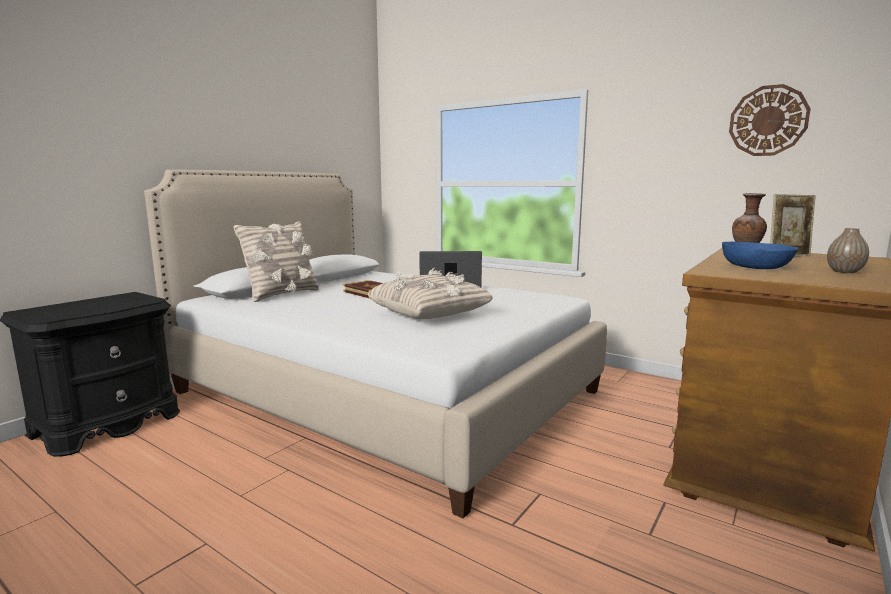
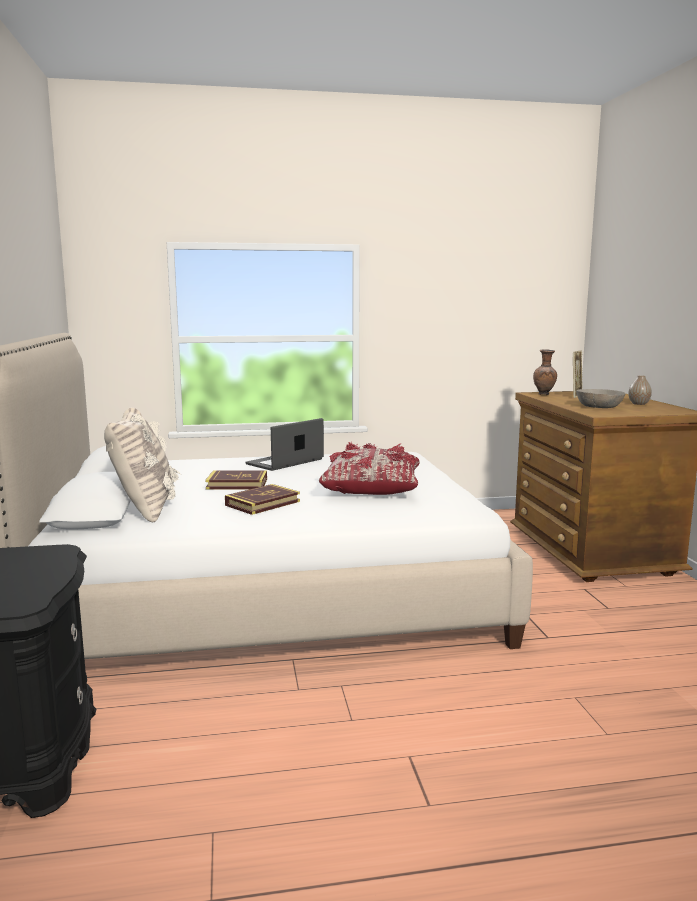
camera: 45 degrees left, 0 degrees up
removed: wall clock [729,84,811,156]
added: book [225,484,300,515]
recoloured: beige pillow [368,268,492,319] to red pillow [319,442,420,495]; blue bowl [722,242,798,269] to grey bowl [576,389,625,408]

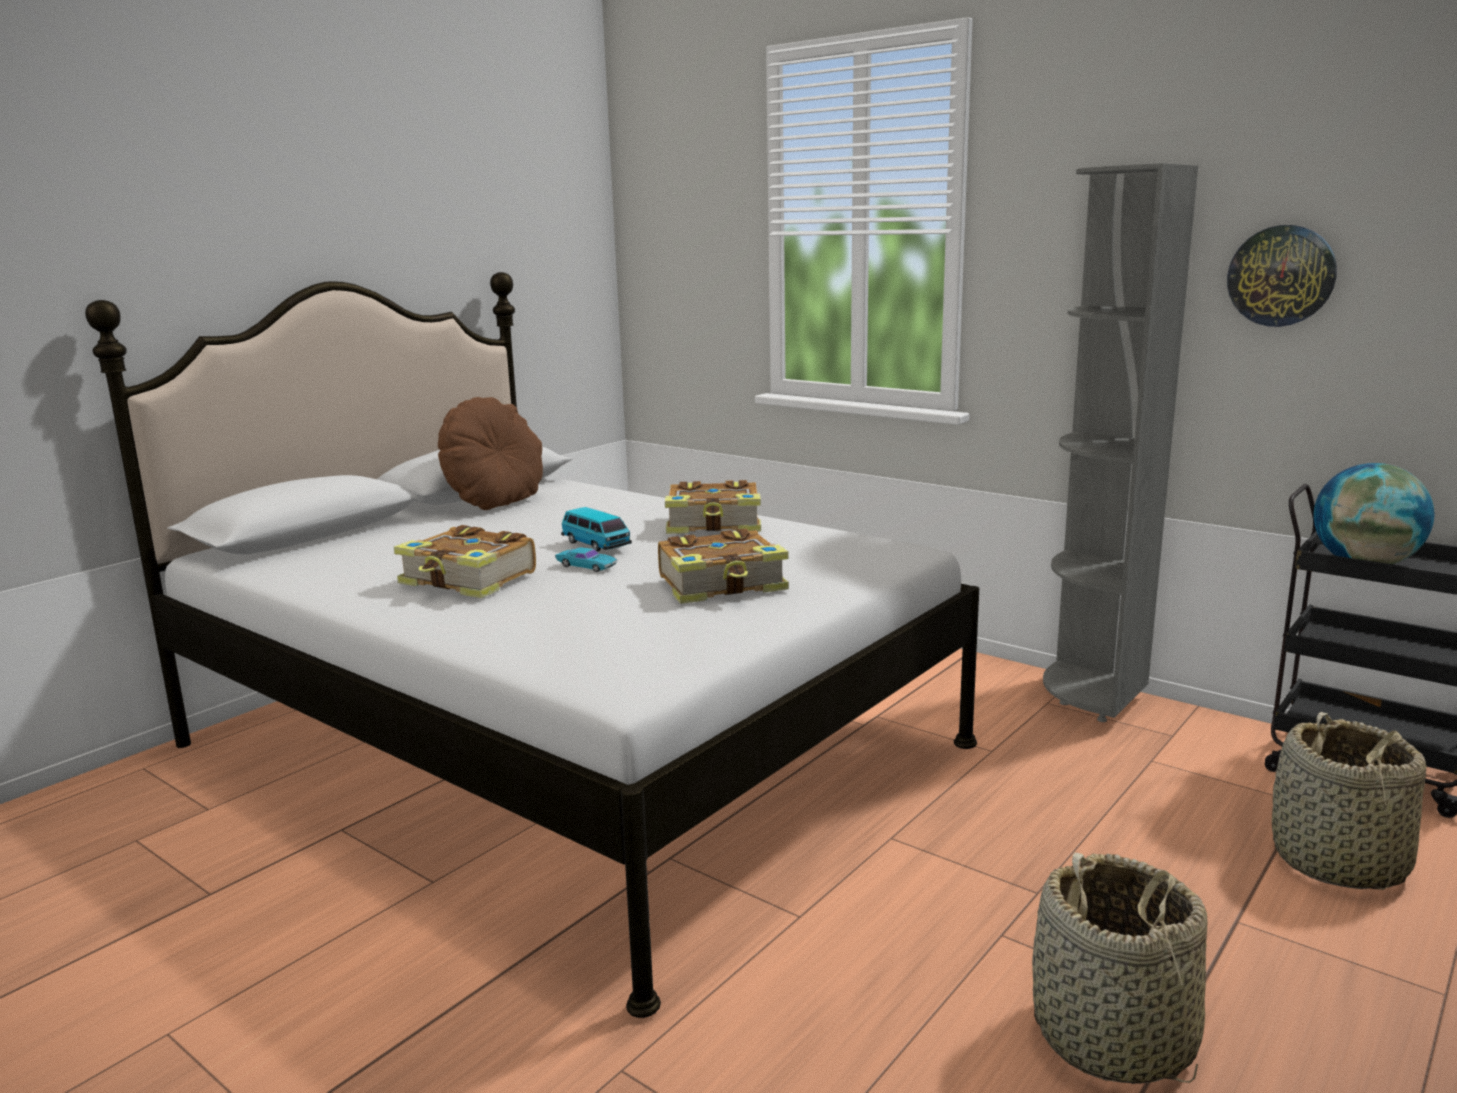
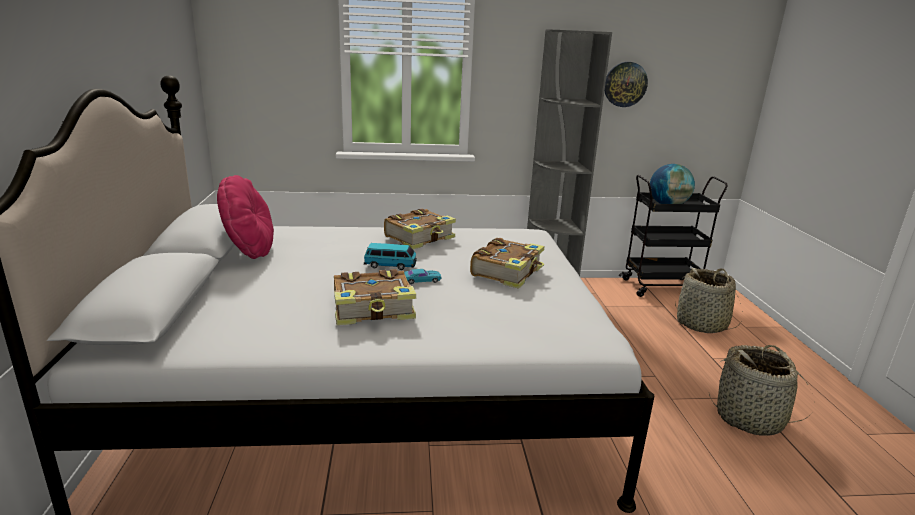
camera: 45 degrees left, 5 degrees up
recoloured: brown pillow [438,397,543,510] to pink pillow [217,175,274,259]

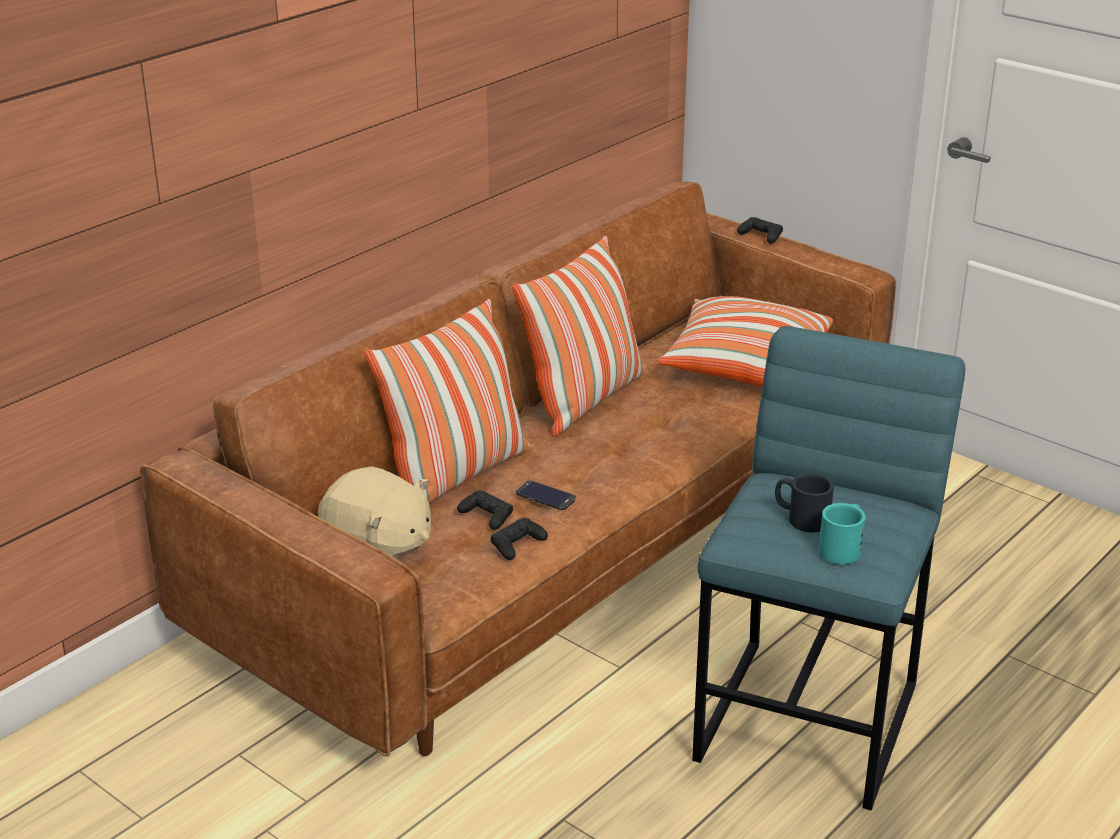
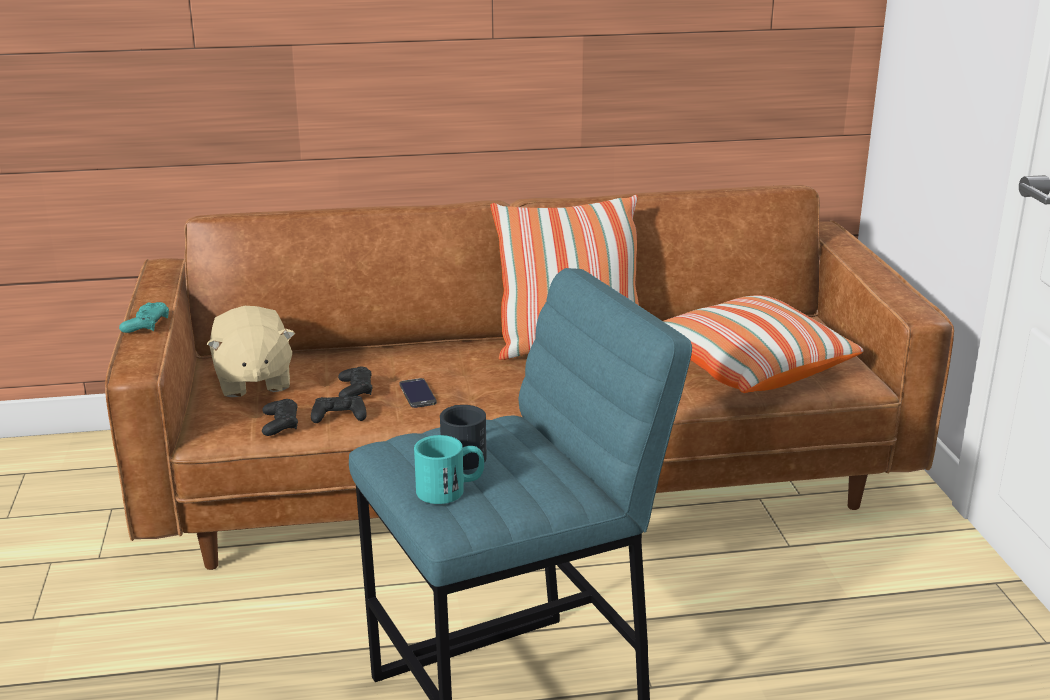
camera: 40 degrees right, 5 degrees down
removed: pillow [364,299,530,503]
added: turquoise game controller [119,302,169,333]
moved: black game controller [737,217,783,244] to [262,399,298,436]

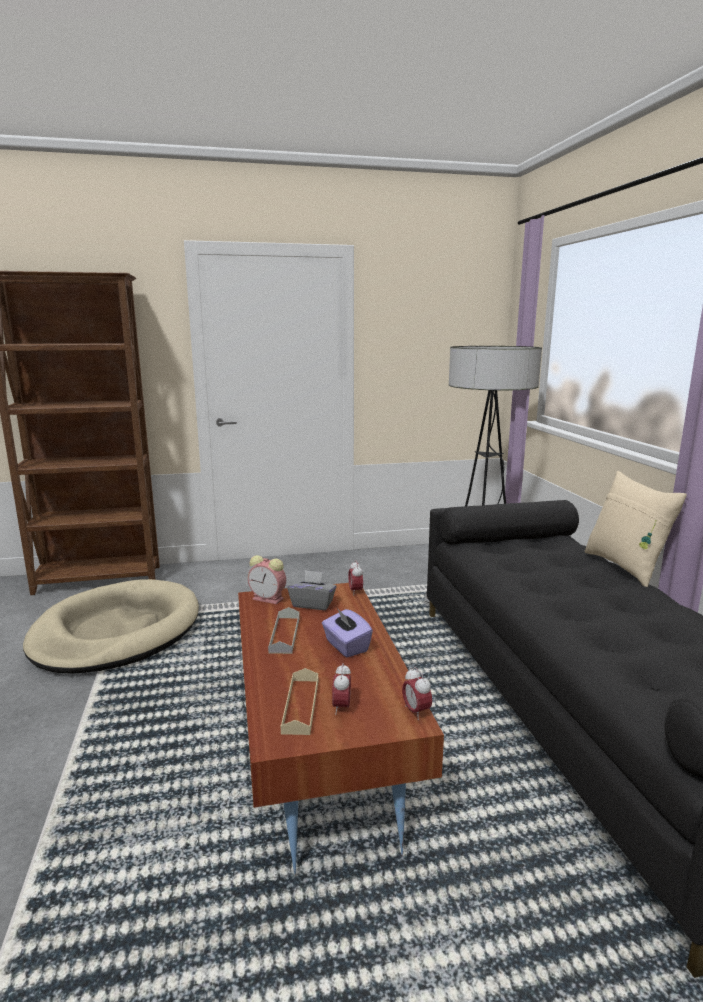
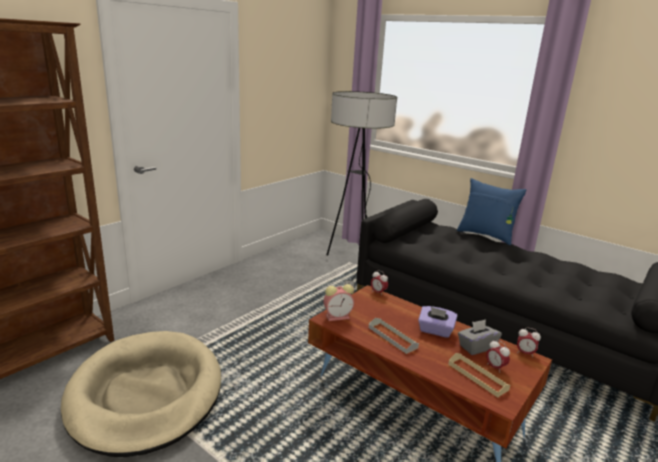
camera: 40 degrees left, 5 degrees up
moved: grey tissue box [287,570,337,610] to [458,319,502,355]
recoloured: beige pillow [585,471,687,587] to blue pillow [457,178,527,245]

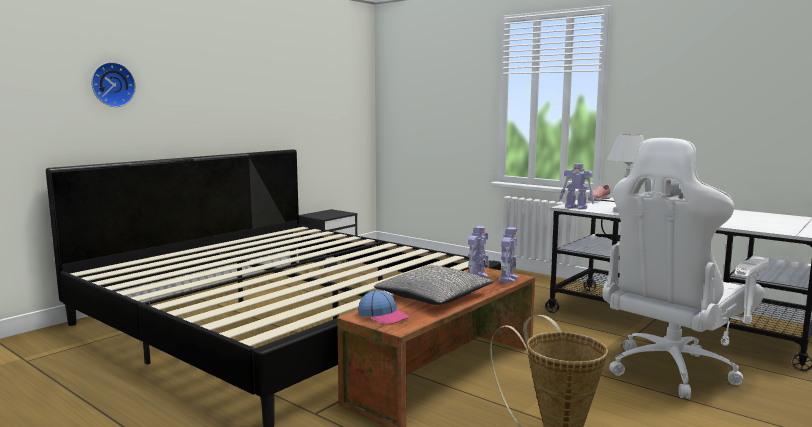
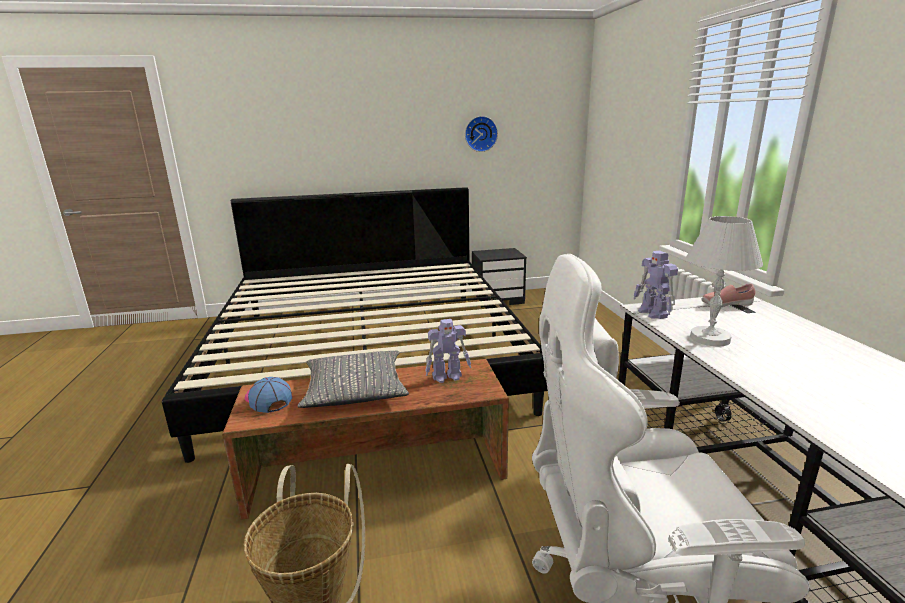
camera: 40 degrees right, 10 degrees up
removed: toy robot [498,227,518,283]
moved: wall clock [91,62,136,107] to [465,116,498,152]
turned: cap [358,290,409,324] = [244,377,292,413] 150 degrees clockwise

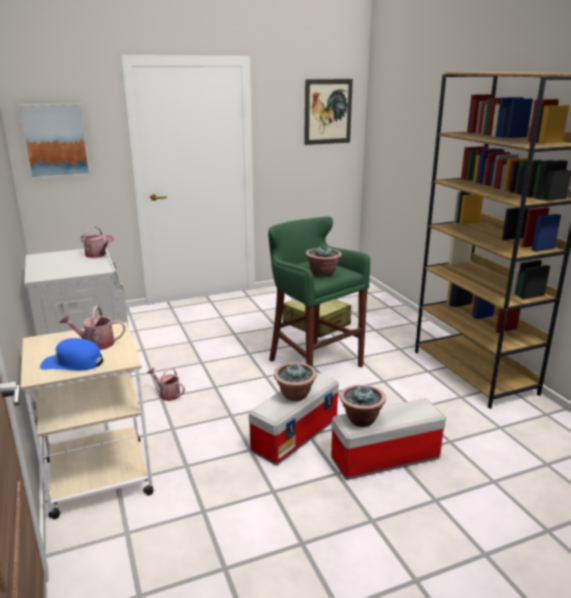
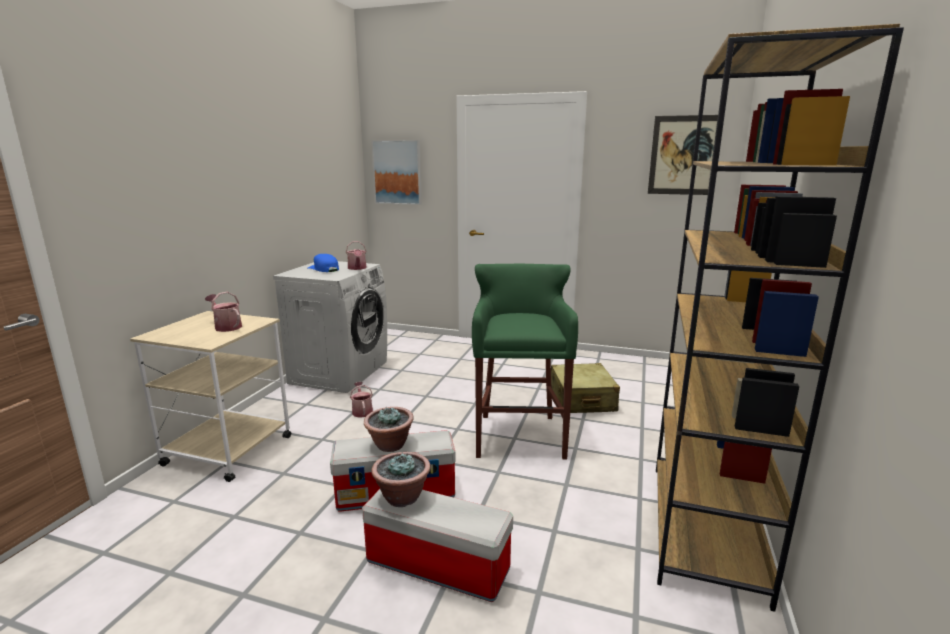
camera: 40 degrees right, 5 degrees down
removed: potted plant [305,246,342,277]
moved: blue cap [40,338,103,370] to [308,254,339,272]

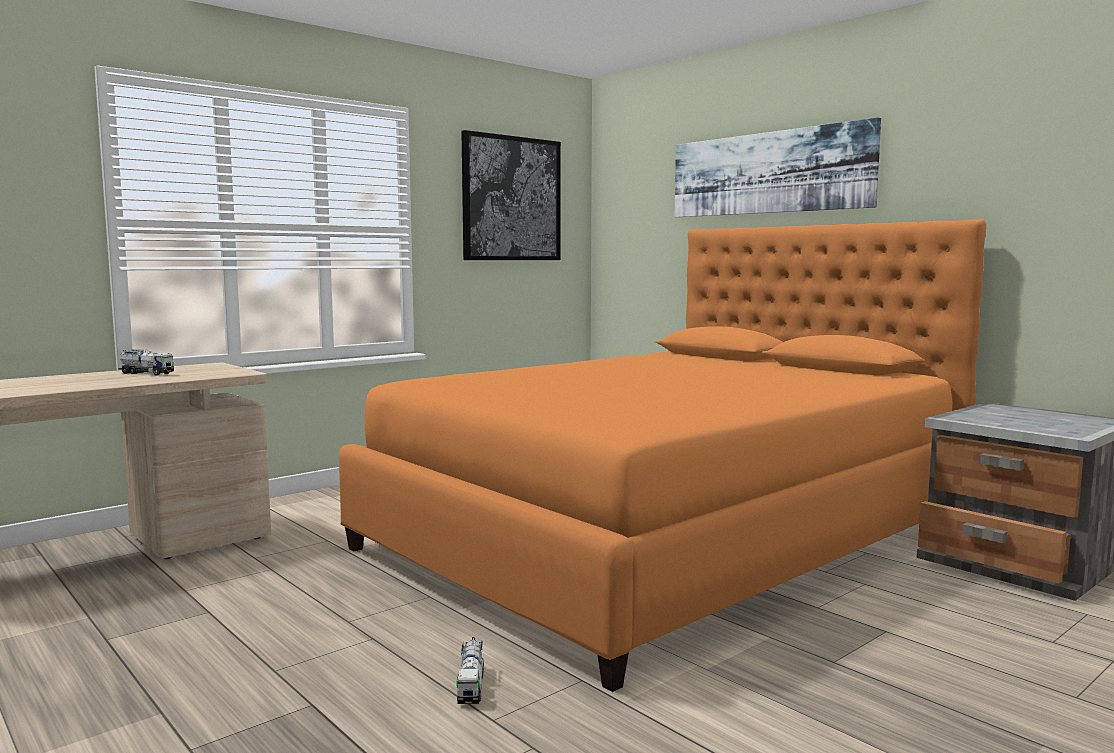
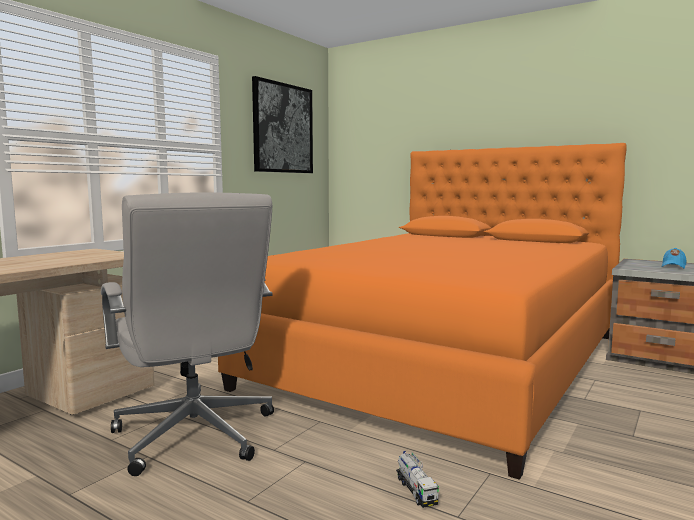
camera: 15 degrees left, 0 degrees up
removed: toy truck [119,349,174,376]; picture [675,117,881,217]
added: grey office chair [101,192,274,476]; blue cap [661,248,686,269]

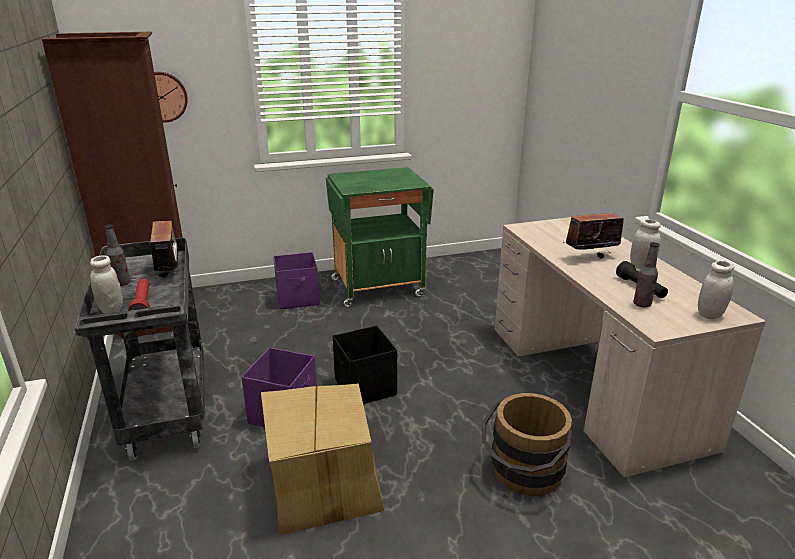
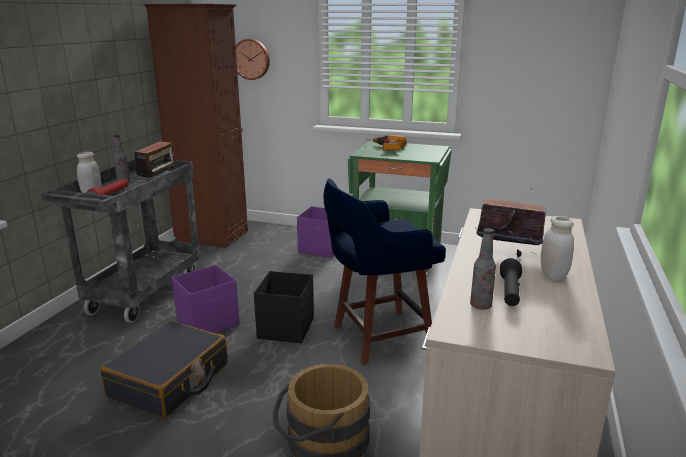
camera: 35 degrees right, 5 degrees down
removed: white jar [698,260,734,319]
added: blue stool [324,178,446,365]; power drill [366,135,407,151]
replaced: cardboard box [261,383,385,535] to black suitcase [100,321,228,418]

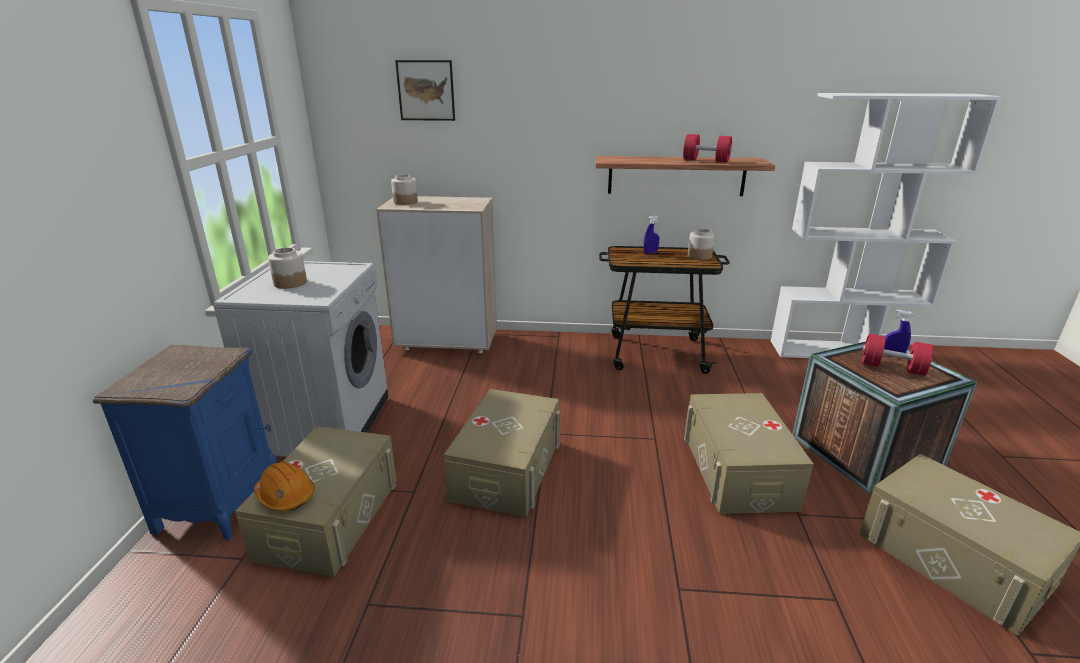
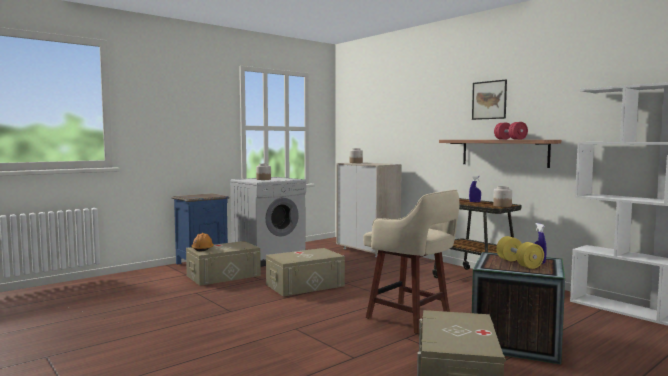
camera: 45 degrees right, 20 degrees down
moved: picture [395,60,455,121] to [472,79,507,120]
replaced: beige storage box [684,393,814,514] to beige stool [363,190,459,334]
recoloured: red dumbbell [862,334,933,376] to yellow dumbbell [496,236,544,269]

